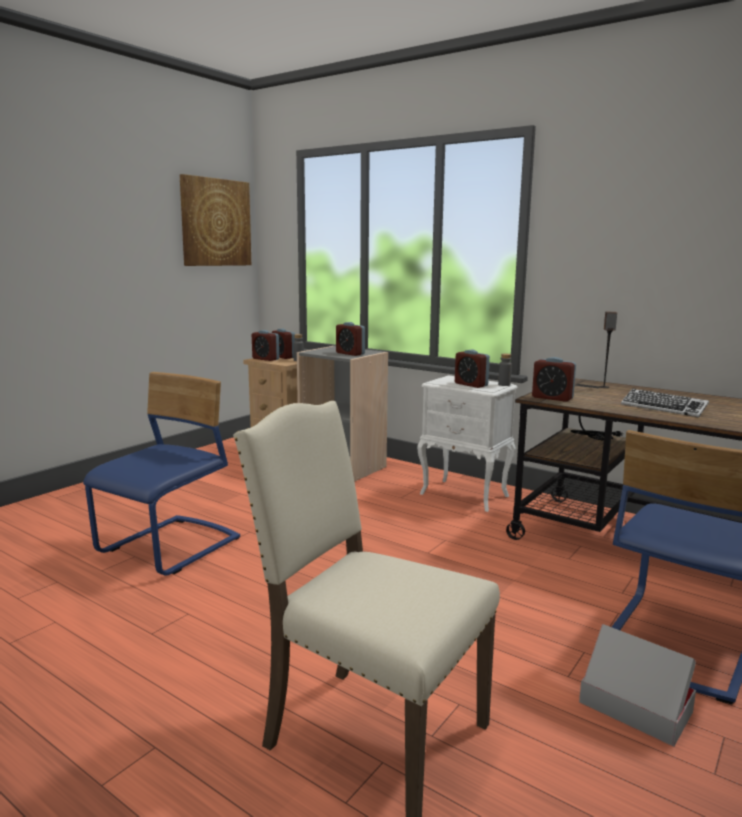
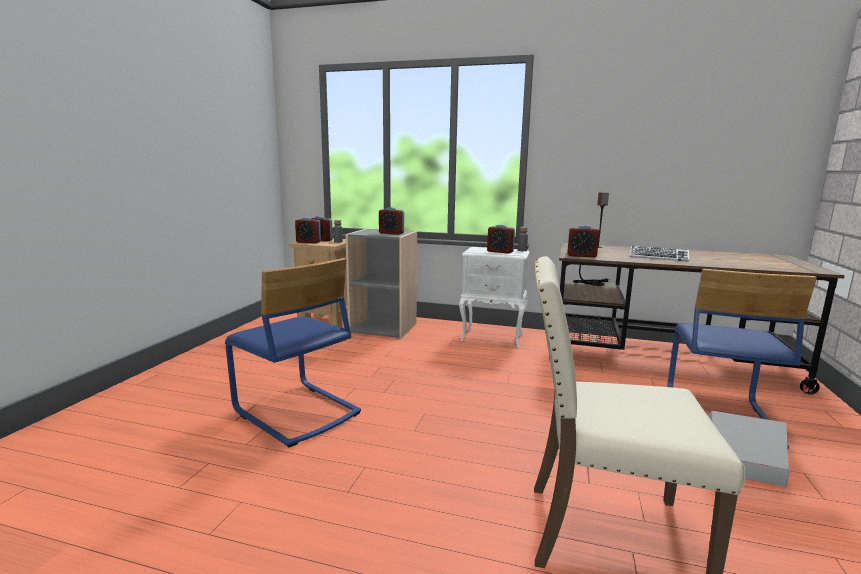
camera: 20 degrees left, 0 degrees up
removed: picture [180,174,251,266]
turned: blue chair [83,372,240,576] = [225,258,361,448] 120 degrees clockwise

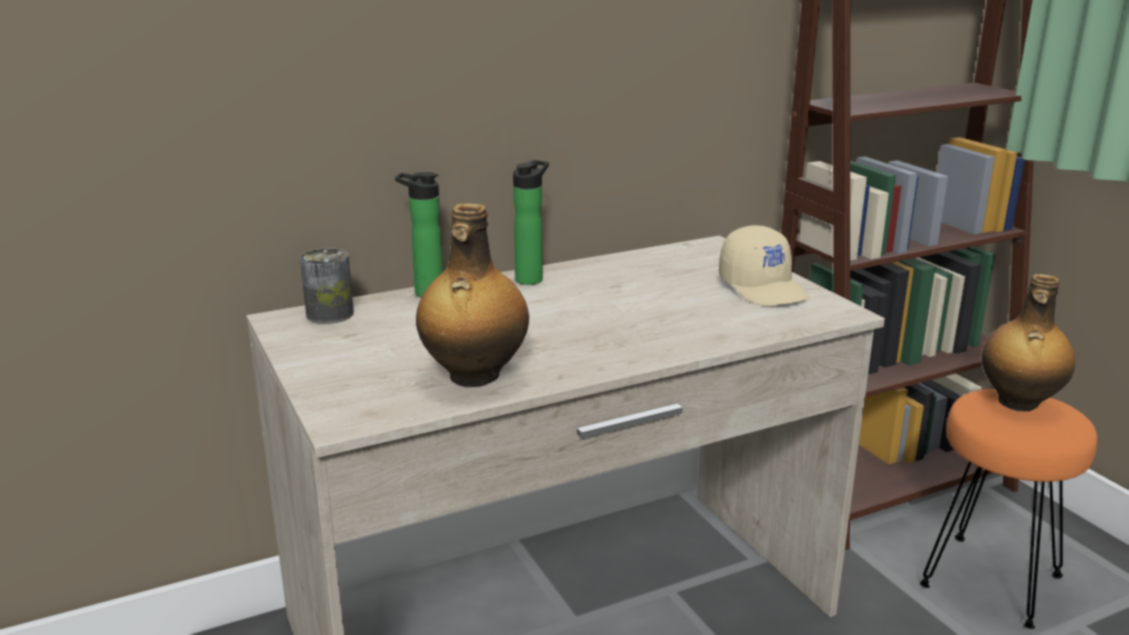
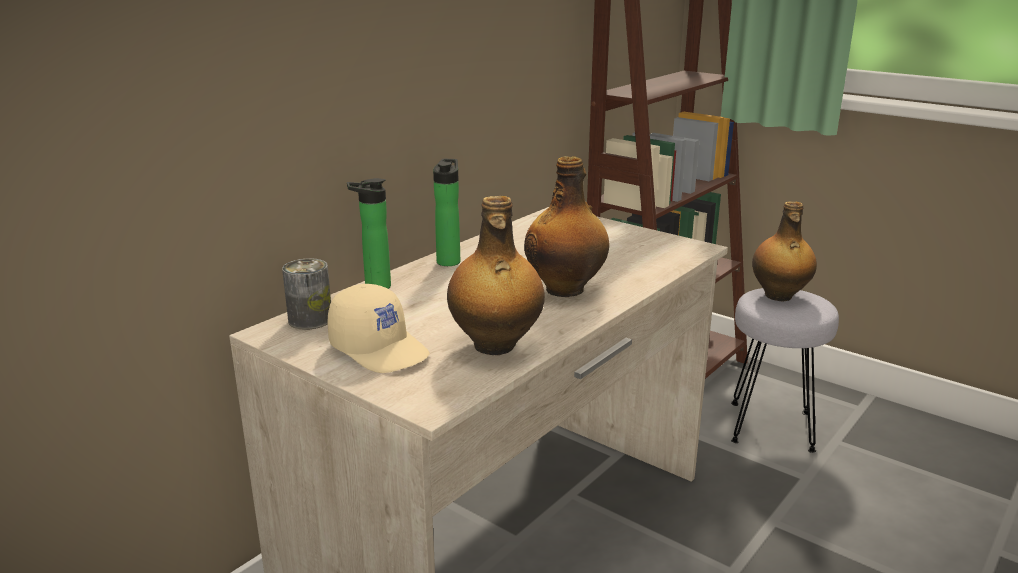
camera: 25 degrees left, 0 degrees up
added: bottle [524,156,610,297]
moved: beige cap [719,225,809,305] to [327,284,430,373]
recoloured: orange stool [919,389,1097,629] to grey stool [731,288,839,453]

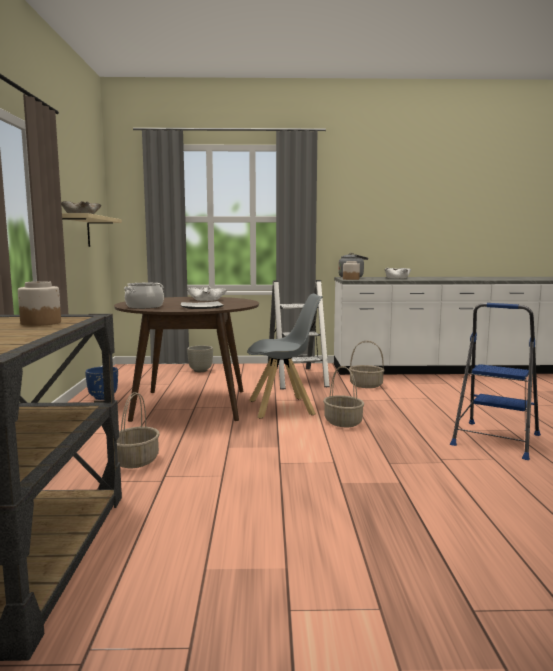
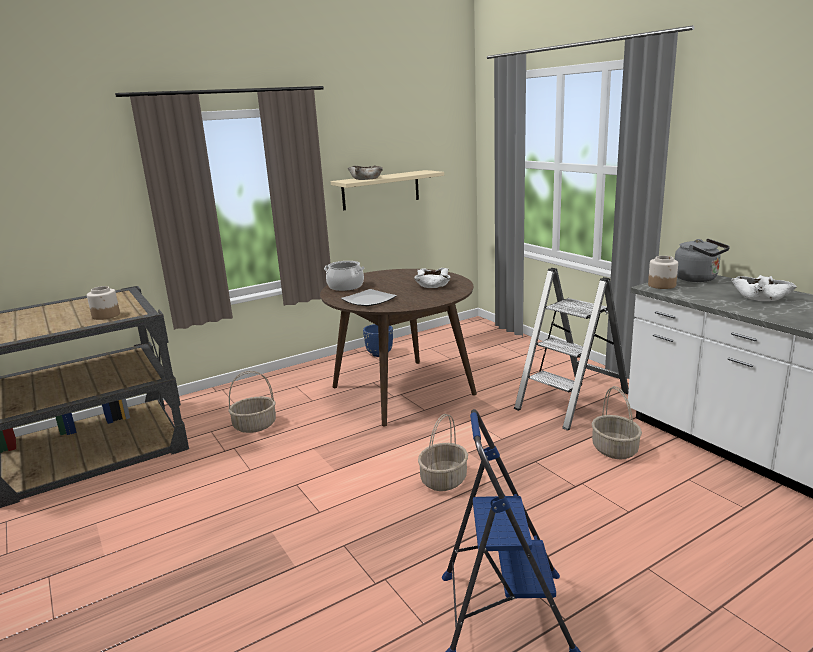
camera: 60 degrees right, 10 degrees up
removed: grey planter [187,346,213,372]; grey chair [247,294,323,419]

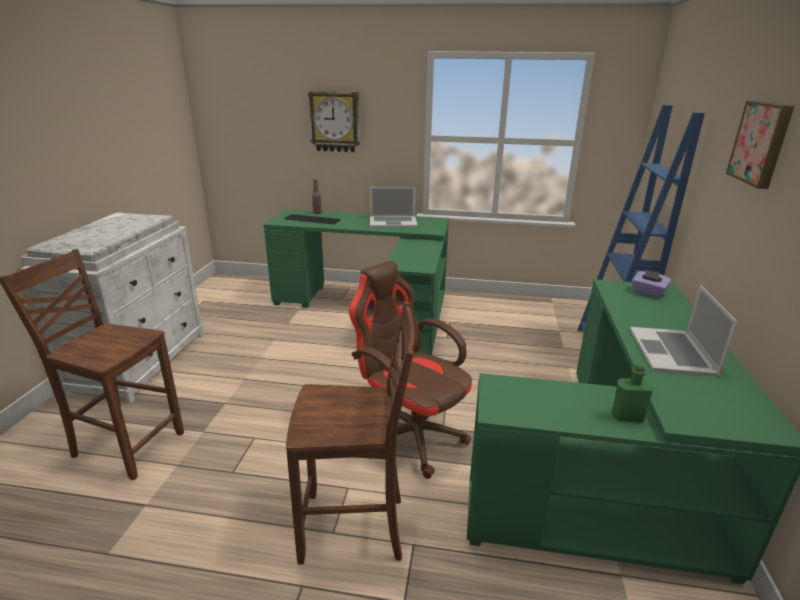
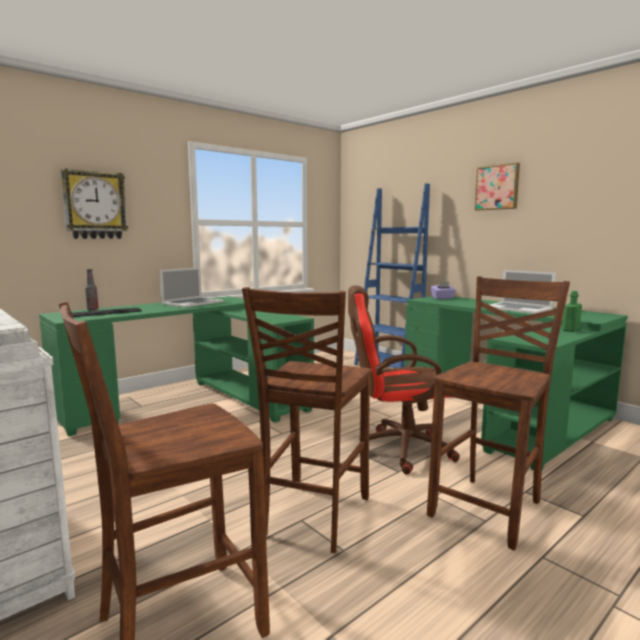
camera: 50 degrees left, 15 degrees down
added: brown chair [242,287,371,553]

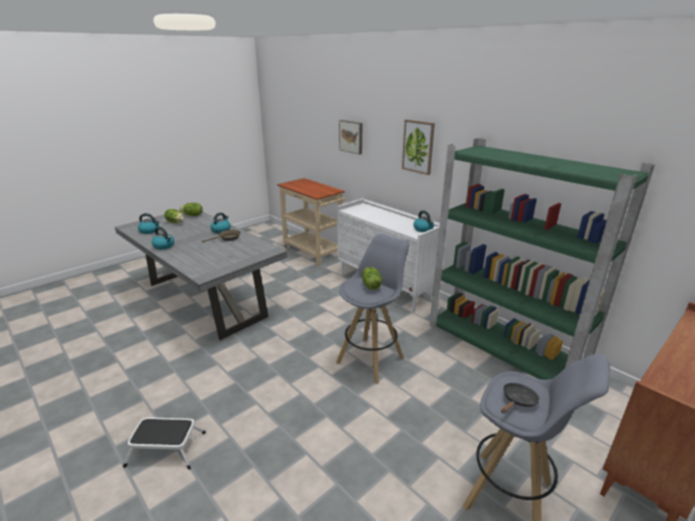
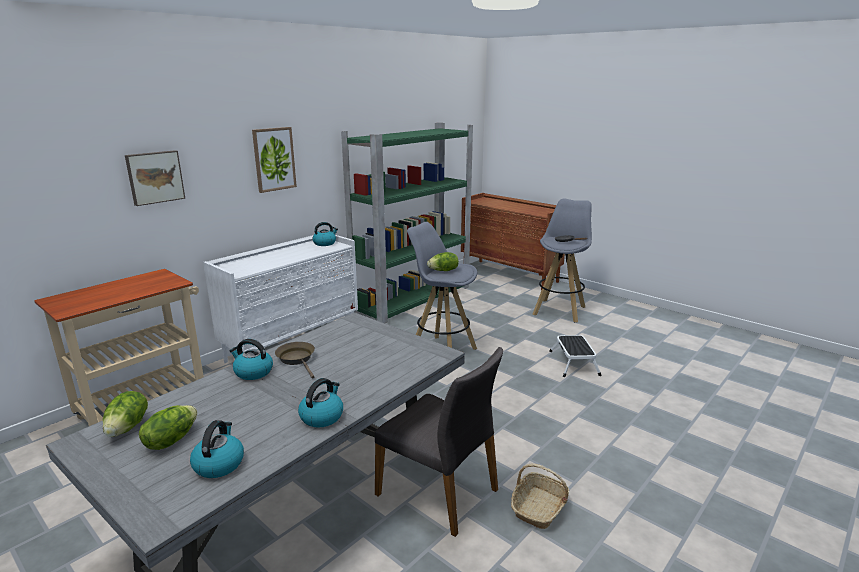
camera: 95 degrees left, 5 degrees down
added: grey chair [375,347,503,537]; basket [511,464,569,529]
moved: black step ladder [123,417,206,470] to [549,335,602,377]

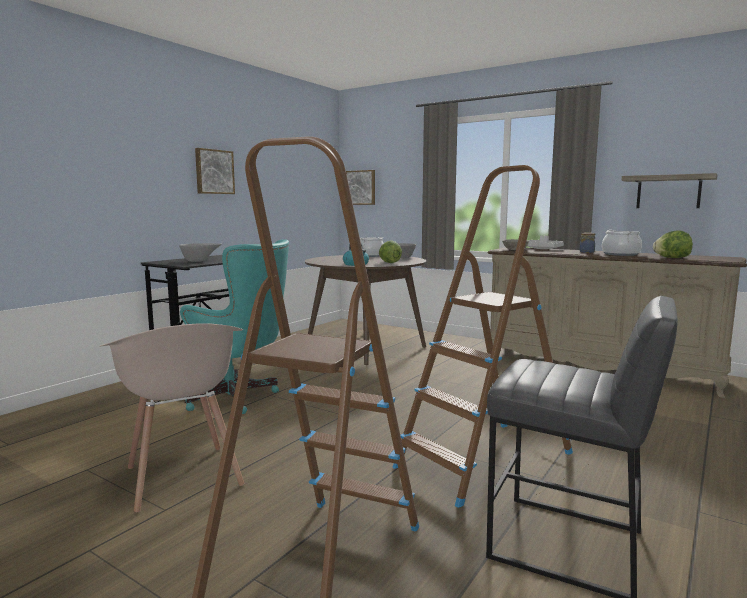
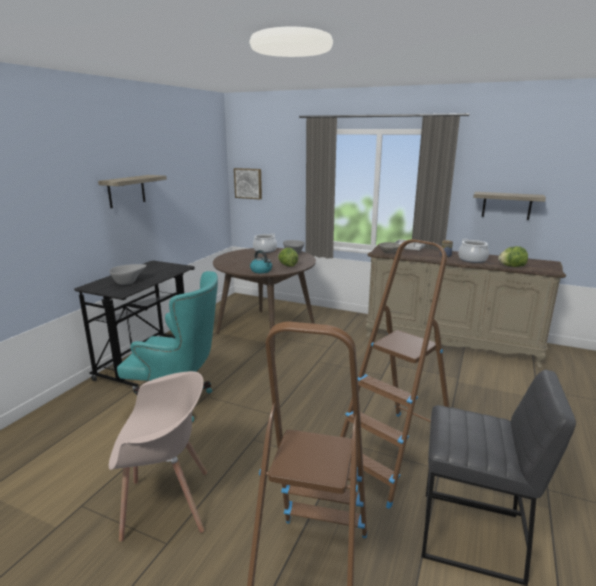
camera: 10 degrees left, 10 degrees up
replaced: picture [195,148,235,194] to shelf [98,175,167,208]
turned: beige chair [100,323,245,512] = [109,371,207,542] 60 degrees counterclockwise

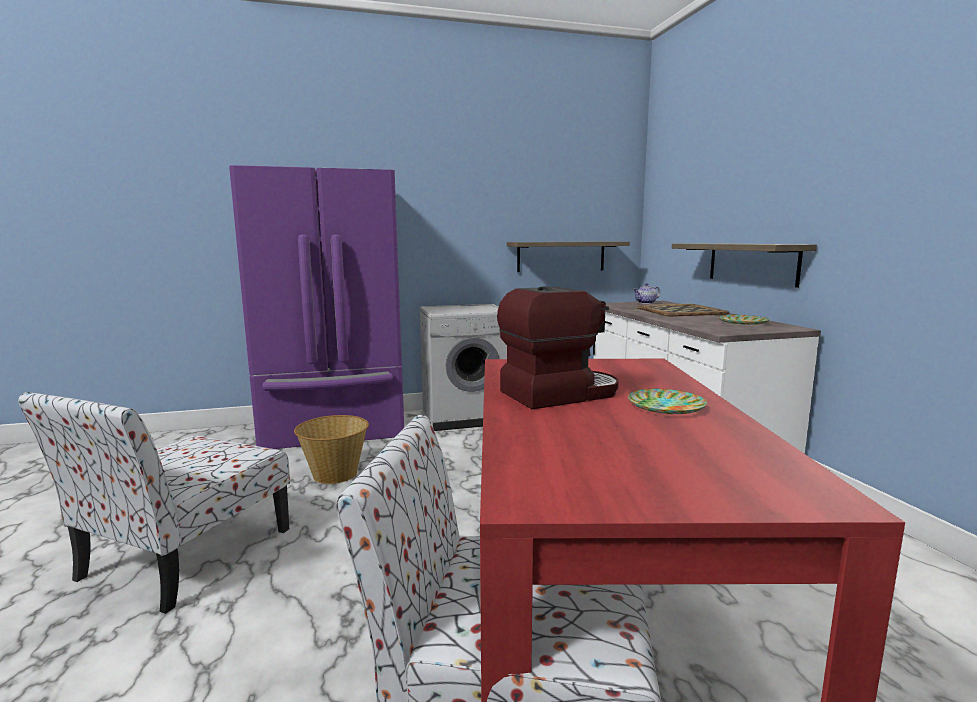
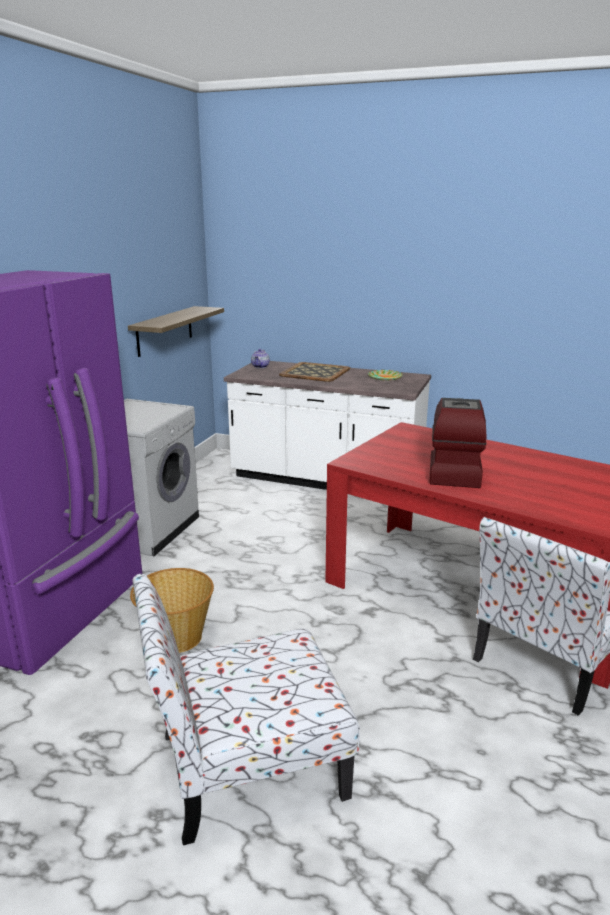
camera: 55 degrees left, 10 degrees up
removed: plate [628,389,707,414]; shelf [672,243,817,288]
turned: chair [18,392,290,614] = [133,574,360,845] 105 degrees clockwise

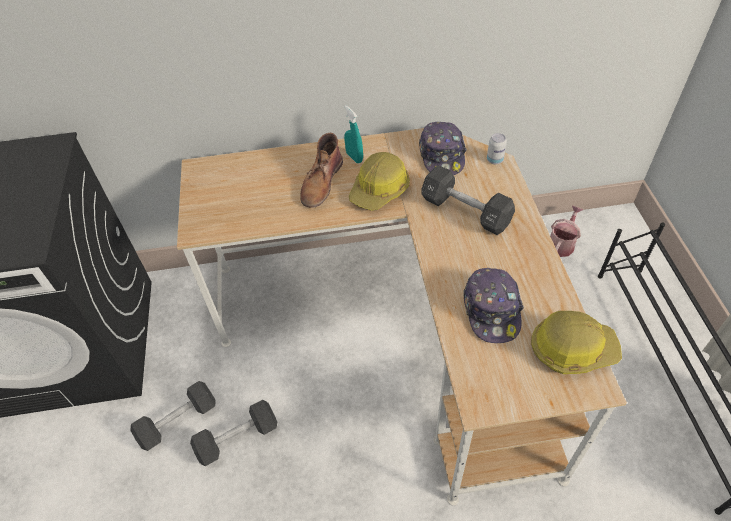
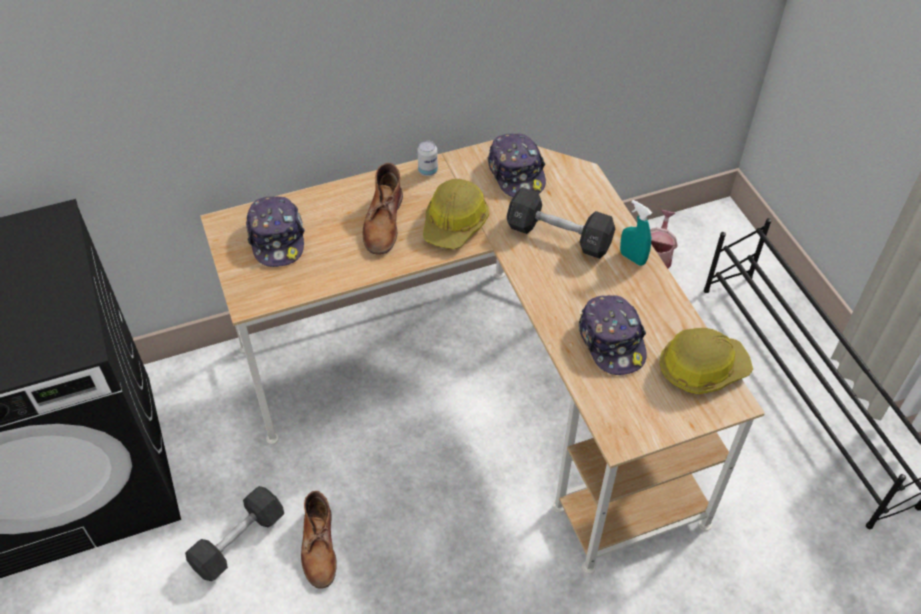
camera: 15 degrees left, 0 degrees up
added: cap [246,196,305,267]
moved: turquoise spray bottle [344,105,363,163] to [620,200,652,266]; can [487,133,507,164] to [417,140,438,176]
replaced: black dumbbell [190,400,277,466] to brown boot [301,491,337,589]

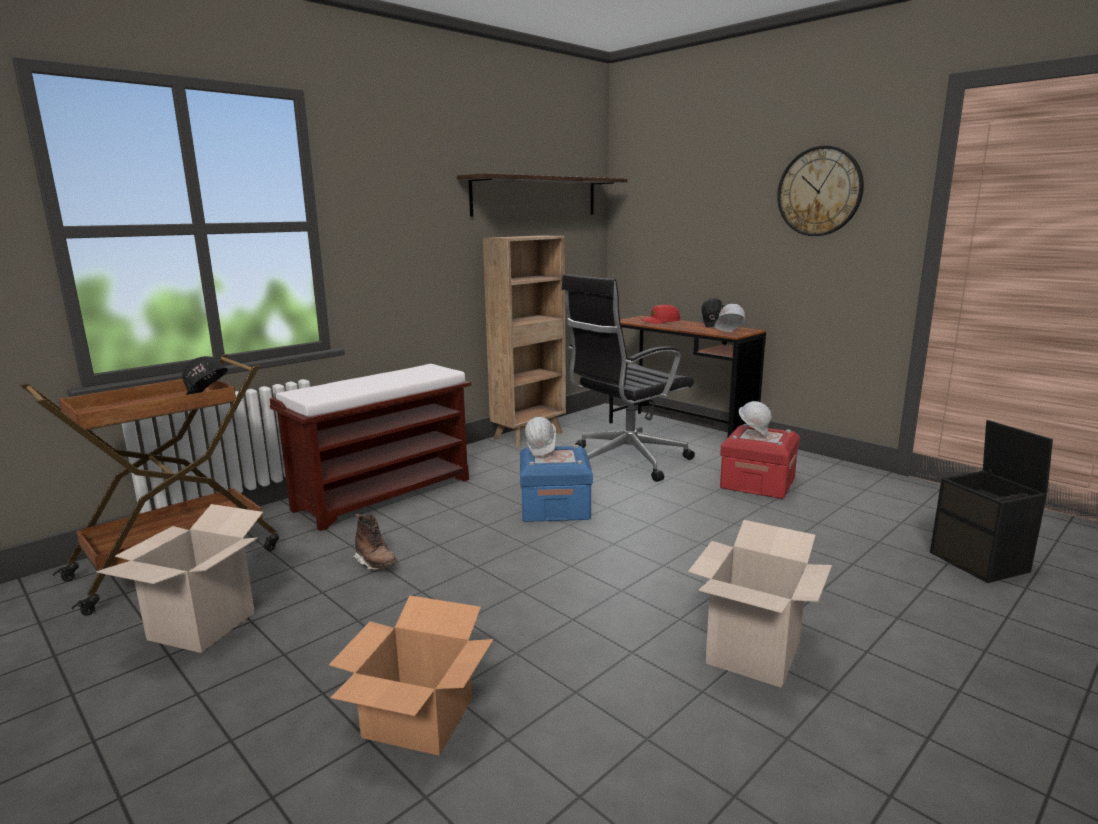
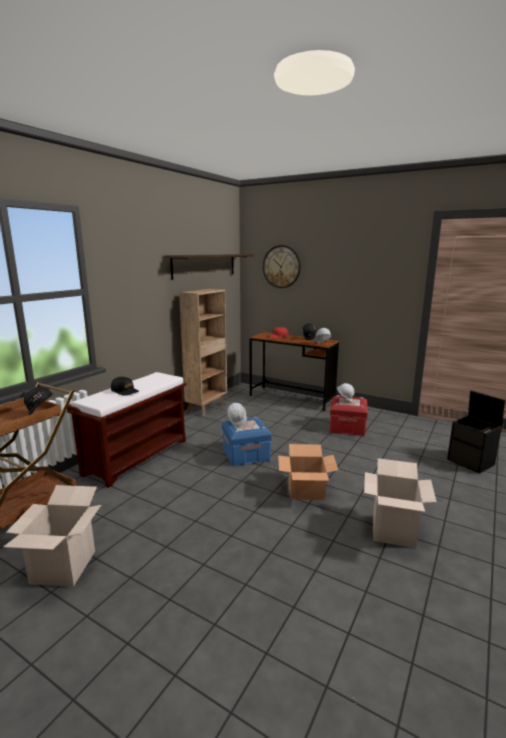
camera: 15 degrees left, 0 degrees up
removed: brown boot [353,514,398,570]; black office chair [561,274,695,482]
added: black cap [111,377,139,396]
moved: cardboard box [329,596,494,755] to [278,444,338,500]; wall clock [777,146,864,236] to [263,245,301,288]

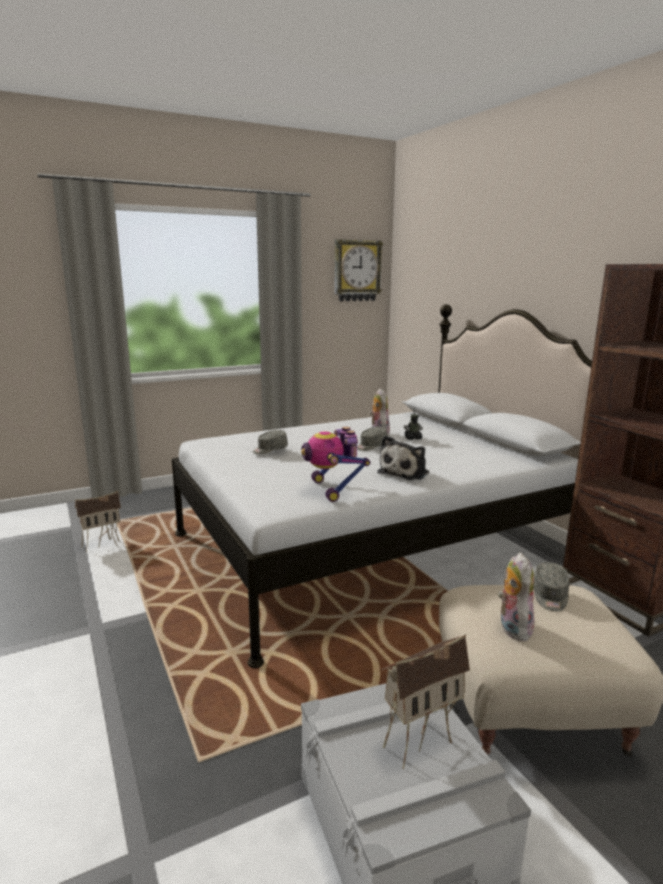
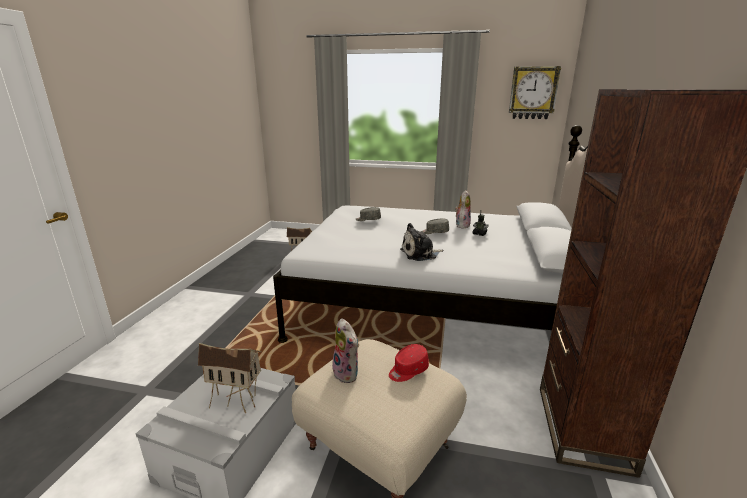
camera: 40 degrees right, 5 degrees up
removed: toy robot [301,427,370,502]
recoloured: grey cap [533,562,569,611] to red cap [389,344,429,382]
turned: plush toy [498,552,534,641] = [332,318,359,383] 105 degrees clockwise

